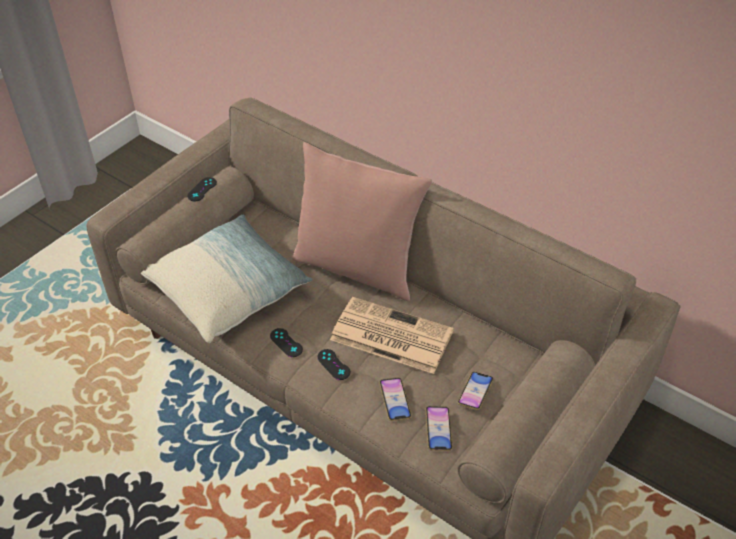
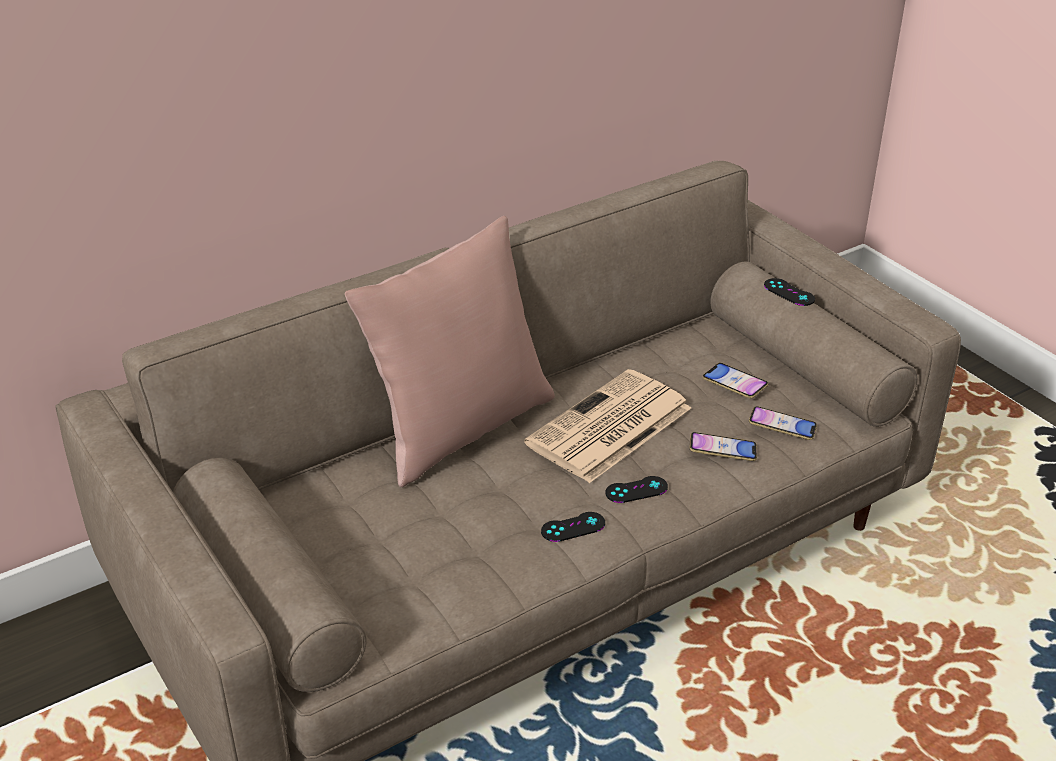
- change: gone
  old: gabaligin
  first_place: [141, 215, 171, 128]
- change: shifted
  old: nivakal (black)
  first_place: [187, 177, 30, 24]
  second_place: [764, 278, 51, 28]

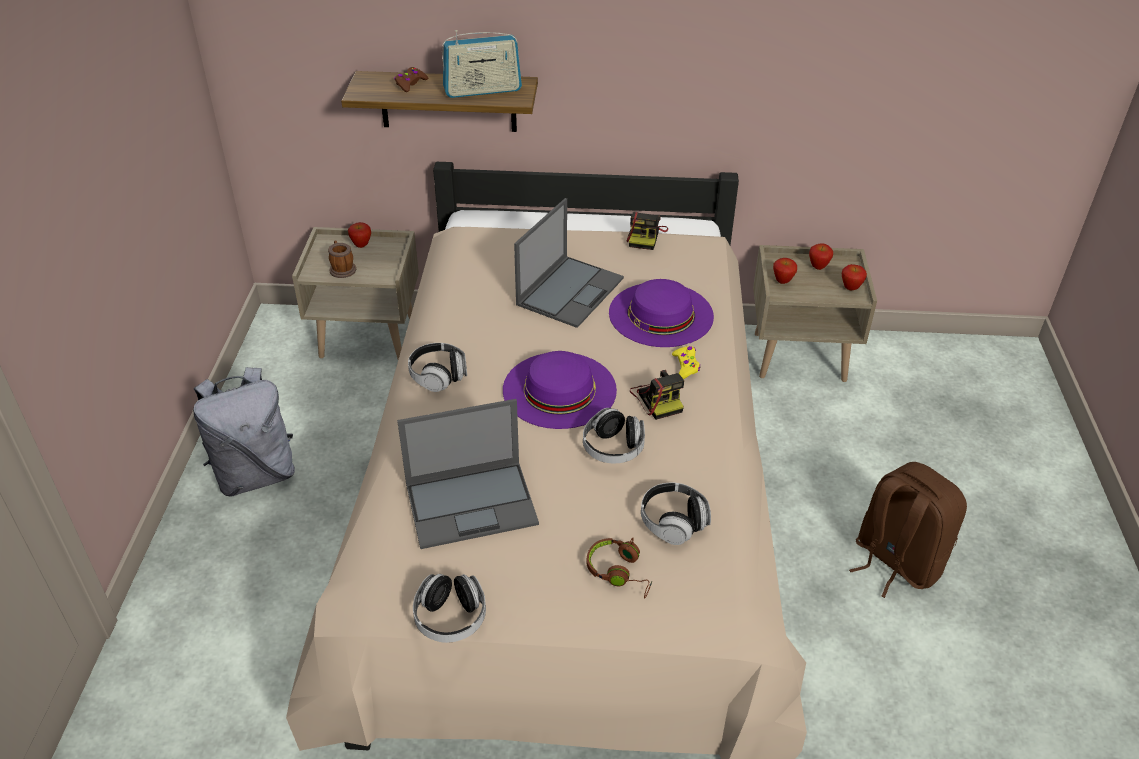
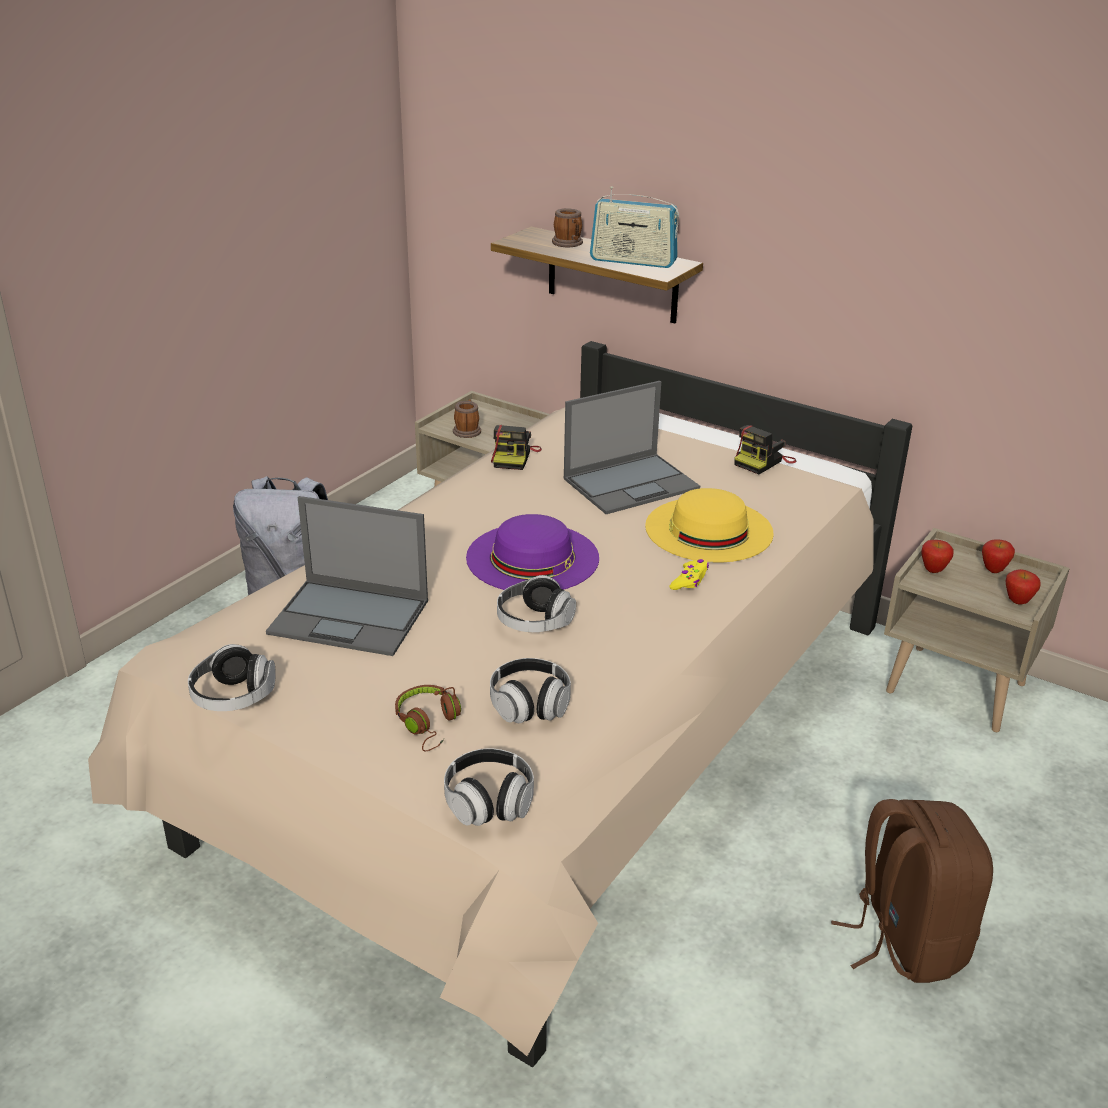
- change: gone
  old: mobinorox
  first_place: [348, 222, 23, 26]
- change: shifted
  old: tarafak
  first_place: [408, 343, 59, 49]
  second_place: [444, 748, 90, 78]
- change: shifted
  old: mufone
  first_place: [630, 370, 54, 50]
  second_place: [491, 425, 51, 45]
- change: swapped
  old: nivakal (brown)
  new: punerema
  first_place: [394, 67, 34, 25]
  second_place: [552, 208, 31, 39]
- change: repainted
  old: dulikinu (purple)
  new: dulikinu (yellow)
  first_place: [609, 279, 105, 68]
  second_place: [645, 488, 129, 75]

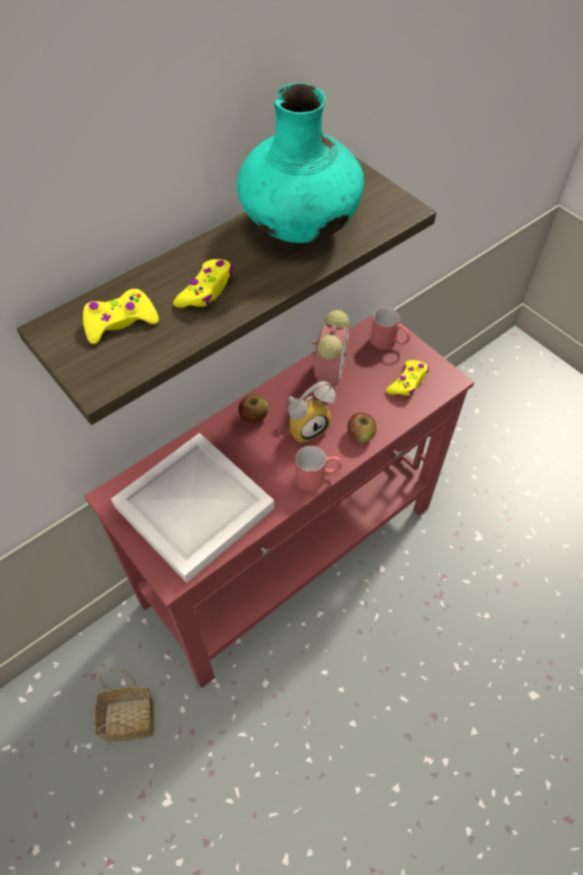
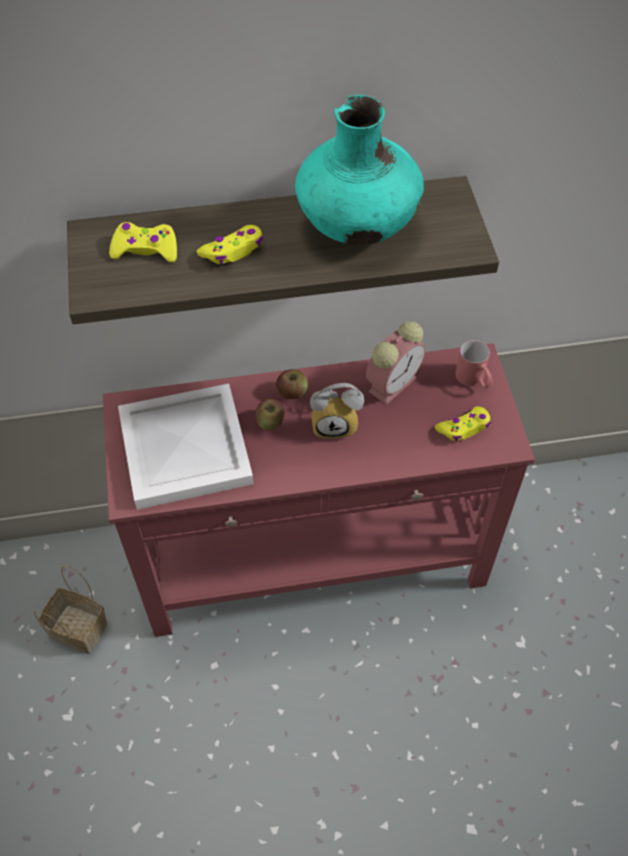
- change: gone
  old: punerema (red)
  first_place: [295, 446, 47, 45]
- change: shifted
  old: mobinorox
  first_place: [347, 413, 29, 30]
  second_place: [256, 398, 29, 32]

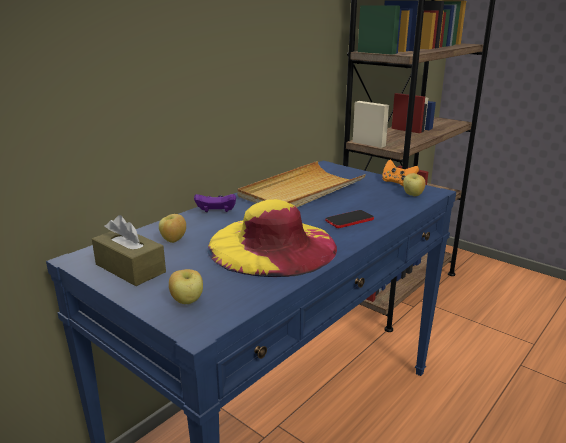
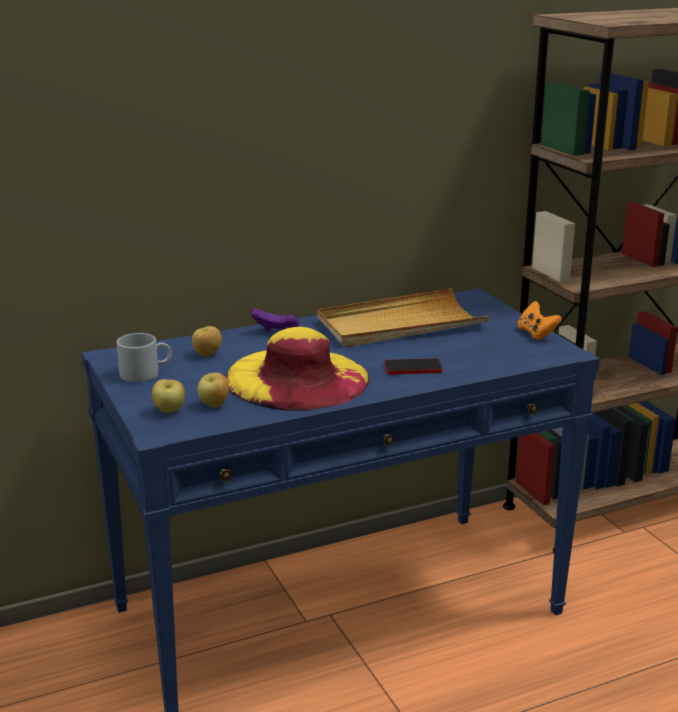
- change: shifted
  old: mobinorox
  first_place: [403, 173, 23, 23]
  second_place: [197, 373, 32, 35]
- change: swapped
  old: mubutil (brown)
  new: punerema (grey)
  first_place: [92, 215, 74, 71]
  second_place: [117, 333, 55, 49]

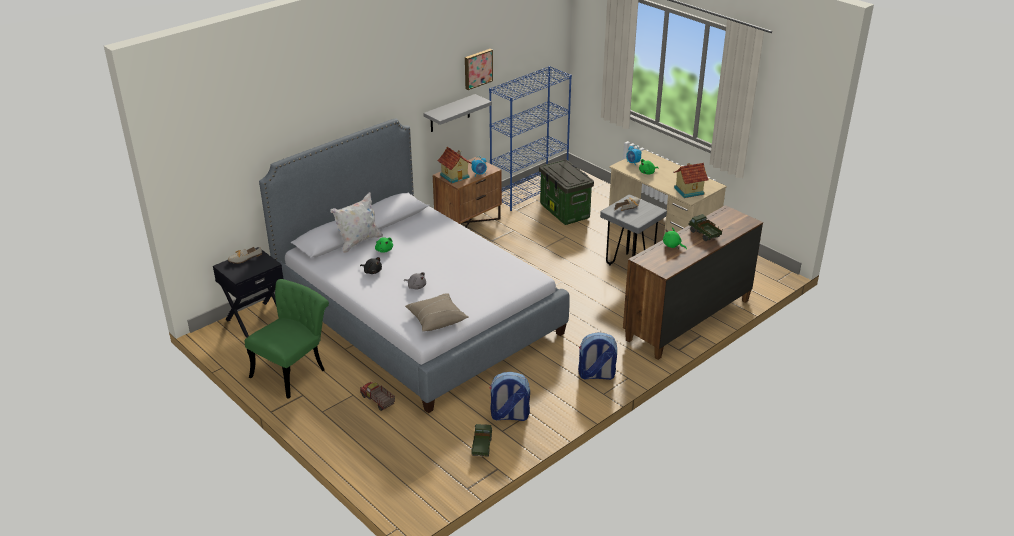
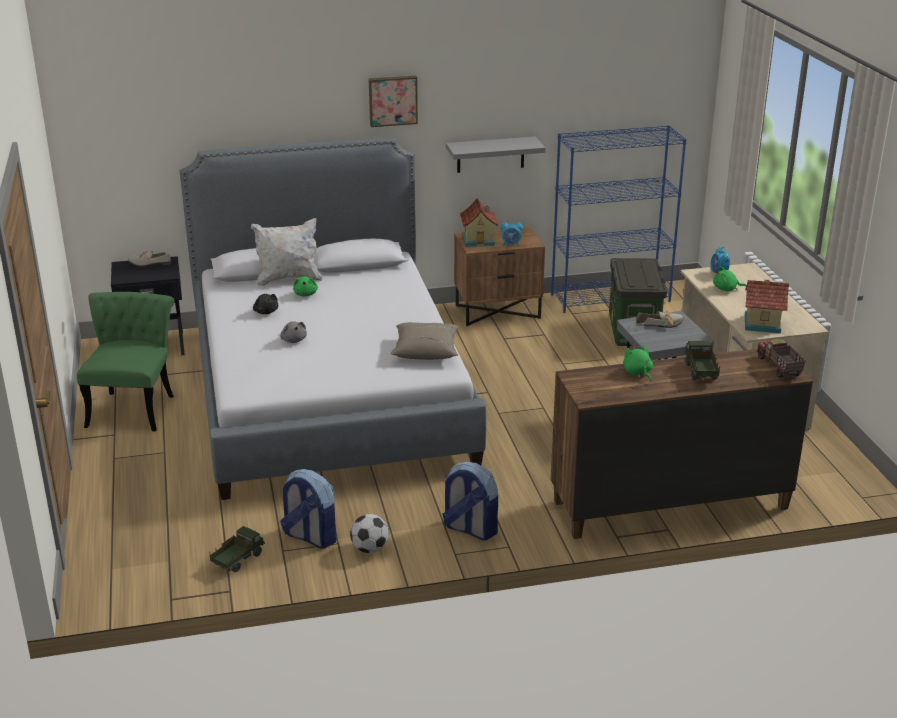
- change: new
  new: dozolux
  second_place: [350, 514, 39, 39]
- change: shifted
  old: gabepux
  first_place: [360, 382, 35, 29]
  second_place: [757, 339, 49, 39]
- change: shifted
  old: gabaligin (beige)
  first_place: [405, 293, 63, 38]
  second_place: [390, 322, 69, 38]
- change: shifted
  old: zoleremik
  first_place: [465, 49, 28, 41]
  second_place: [369, 76, 49, 51]
- change: rotated
  old: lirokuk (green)
  first_place: [245, 279, 84, 120]
  second_place: [77, 292, 98, 140]
  degrees: -60

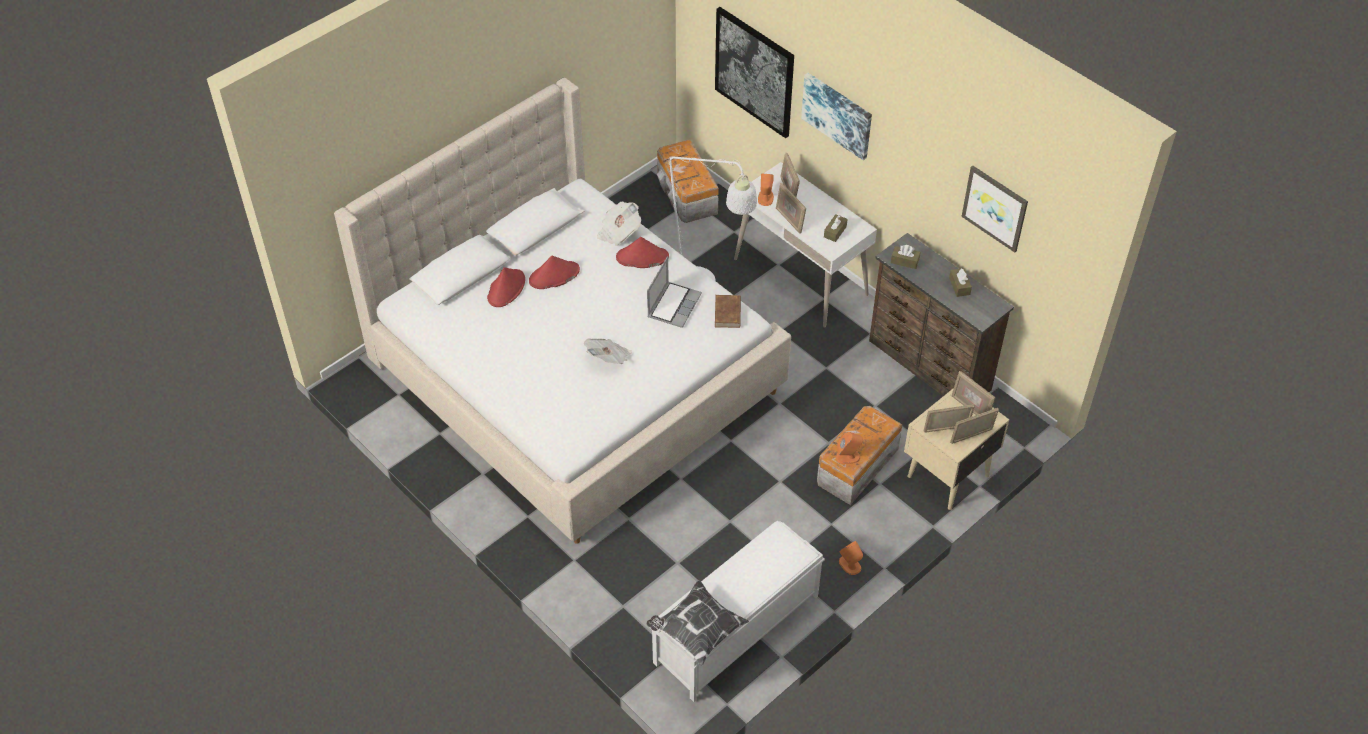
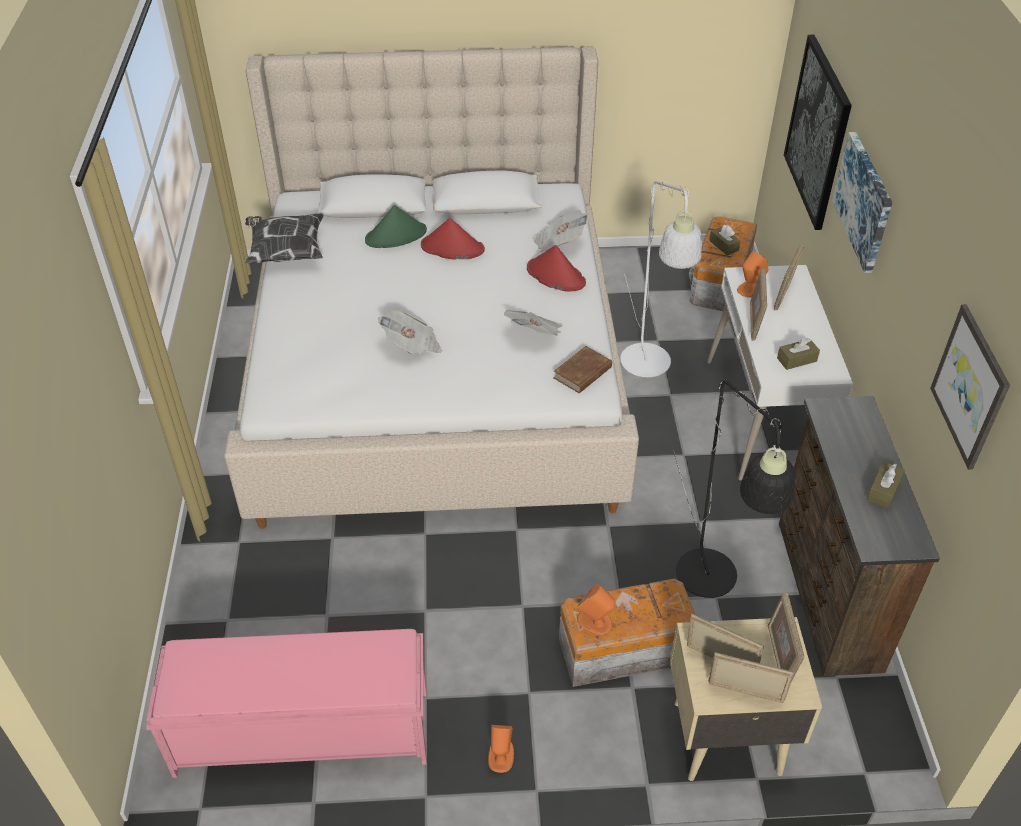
- change: new
  new: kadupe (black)
  second_place: [673, 379, 122, 219]
- change: shifted
  old: gabaligin
  first_place: [647, 580, 102, 86]
  second_place: [245, 214, 79, 50]
- change: shifted
  old: mubutil (brown)
  first_place: [891, 245, 30, 24]
  second_place: [709, 225, 31, 30]
- change: swapped
  old: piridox
  new: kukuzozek
  first_place: [647, 256, 55, 72]
  second_place: [504, 310, 59, 26]
- change: repainted
  old: dulikinu (red)
  new: dulikinu (green)
  first_place: [487, 267, 38, 40]
  second_place: [365, 205, 62, 43]
- change: repainted
  old: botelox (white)
  new: botelox (pink)
  first_place: [650, 521, 175, 181]
  second_place: [146, 629, 281, 149]

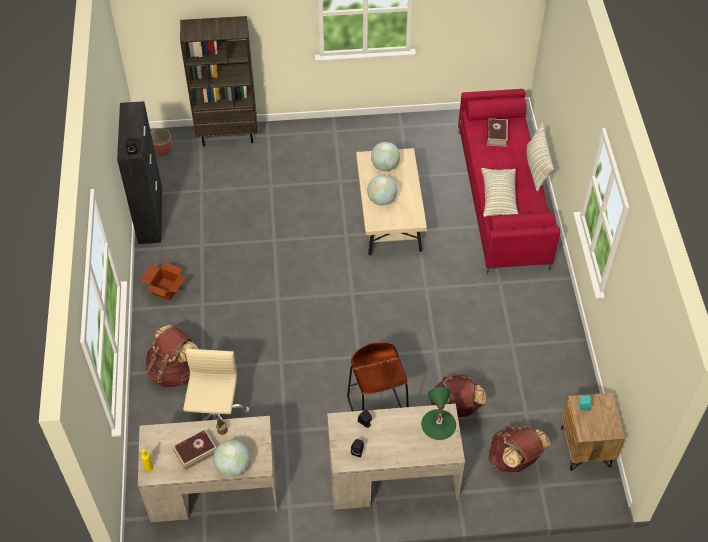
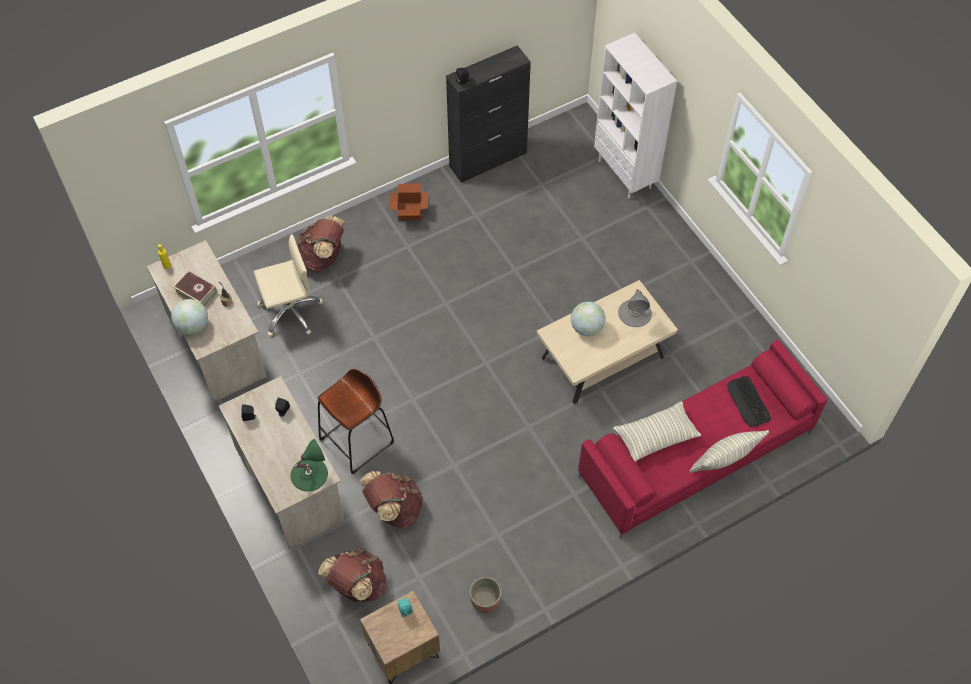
- change: shifted
  old: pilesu
  first_place: [151, 128, 21, 29]
  second_place: [470, 577, 31, 37]
- change: swapped
  old: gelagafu
  new: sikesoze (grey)
  first_place: [371, 142, 29, 29]
  second_place: [618, 290, 34, 37]
- change: swapped
  old: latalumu
  new: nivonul
  first_place: [487, 118, 21, 29]
  second_place: [727, 376, 44, 51]
- change: repainted
  old: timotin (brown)
  new: timotin (white)
  first_place: [180, 16, 78, 130]
  second_place: [594, 33, 83, 166]

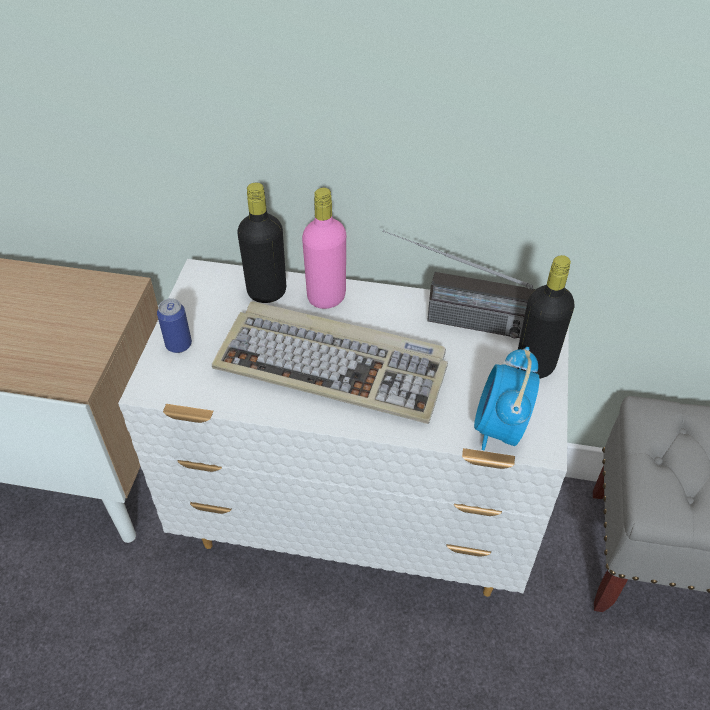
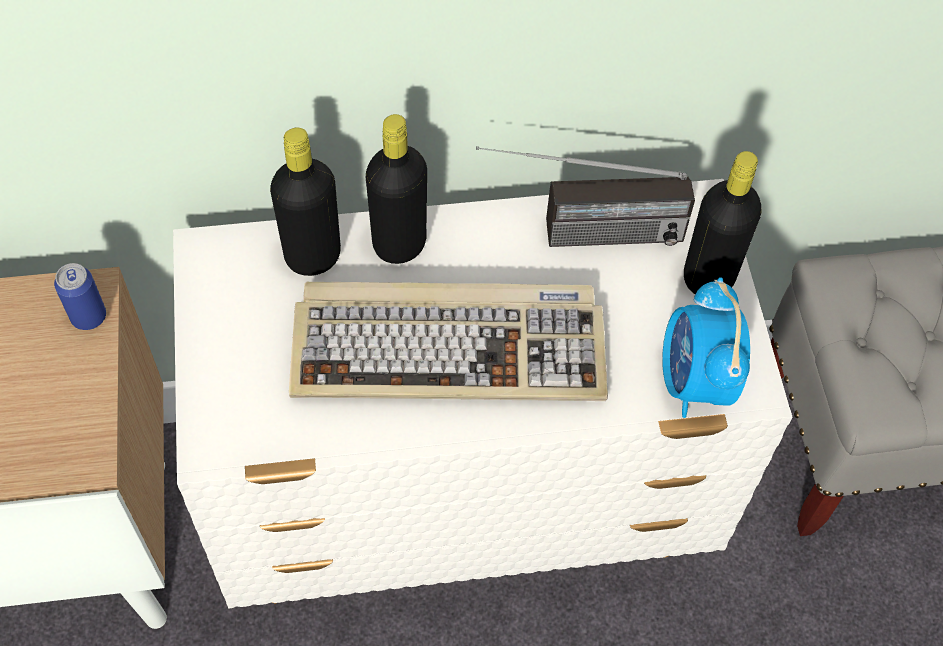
- change: shifted
  old: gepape
  first_place: [157, 298, 35, 55]
  second_place: [54, 263, 52, 67]
- change: repainted
  old: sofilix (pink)
  new: sofilix (black)
  first_place: [302, 188, 44, 121]
  second_place: [366, 114, 61, 150]

